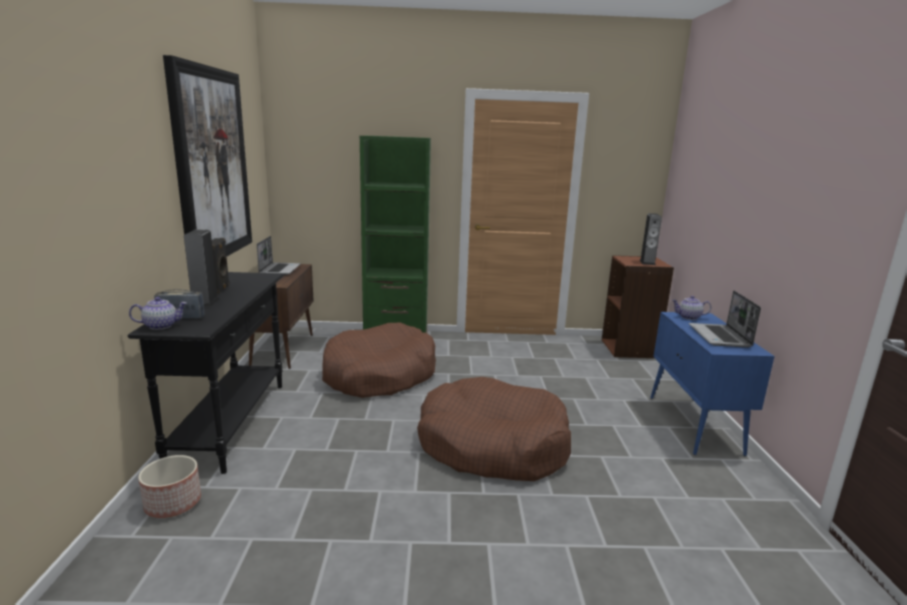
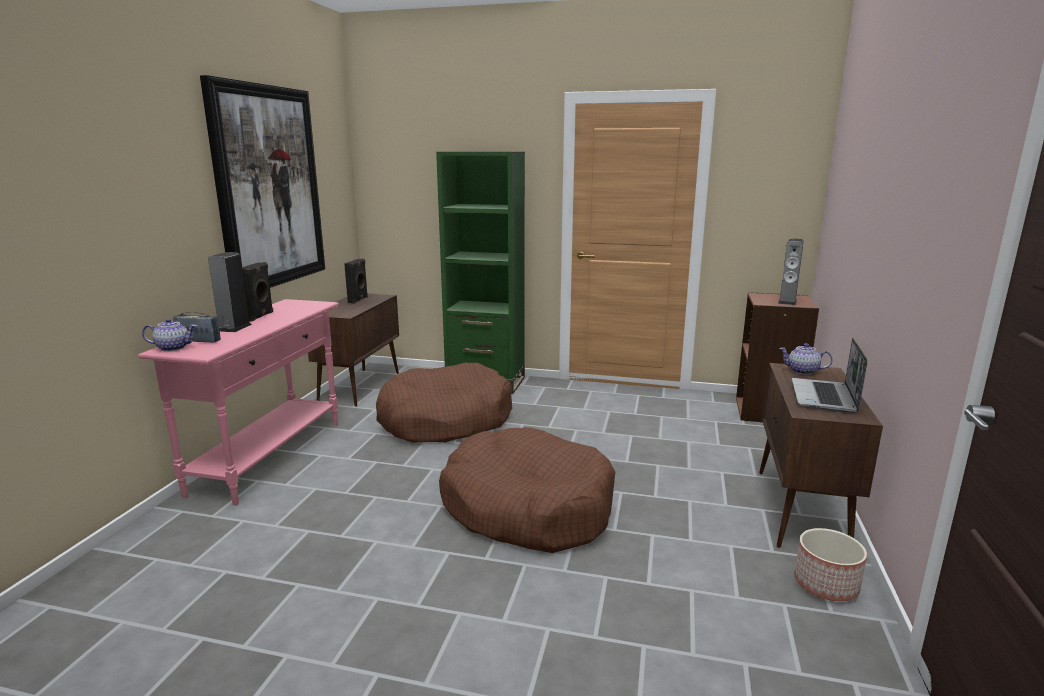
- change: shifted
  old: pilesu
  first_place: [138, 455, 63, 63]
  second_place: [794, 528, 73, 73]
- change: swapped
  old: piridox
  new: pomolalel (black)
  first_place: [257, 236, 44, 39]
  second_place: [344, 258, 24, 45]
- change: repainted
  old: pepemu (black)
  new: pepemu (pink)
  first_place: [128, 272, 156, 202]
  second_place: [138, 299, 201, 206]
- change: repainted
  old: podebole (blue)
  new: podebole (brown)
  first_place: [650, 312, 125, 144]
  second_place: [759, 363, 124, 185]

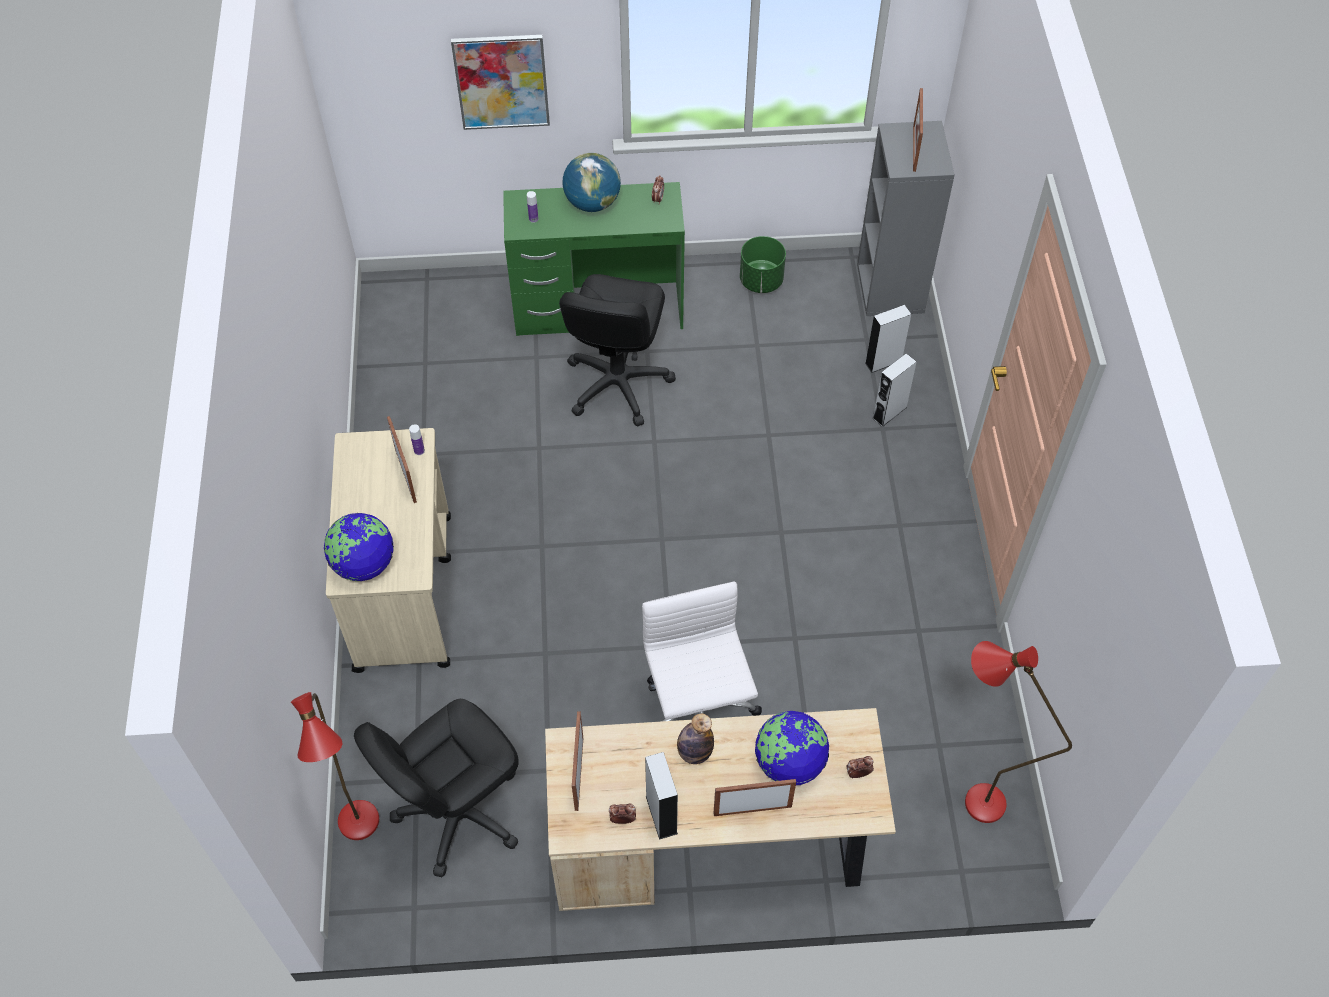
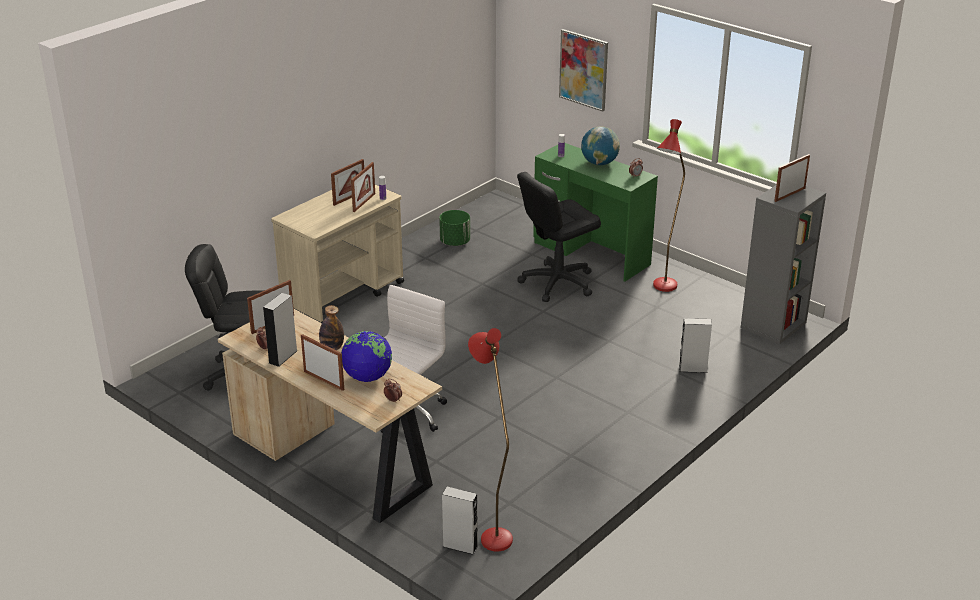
- change: gone
  old: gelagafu
  first_place: [324, 512, 70, 69]
- change: new
  new: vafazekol
  second_place: [331, 159, 33, 47]
- change: shifted
  old: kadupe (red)
  first_place: [291, 692, 88, 148]
  second_place: [653, 119, 32, 173]
- change: shifted
  old: pilesu (green)
  first_place: [740, 236, 46, 57]
  second_place: [439, 210, 31, 36]
- change: shifted
  old: pomolalel (grey)
  first_place: [865, 305, 46, 68]
  second_place: [442, 487, 36, 68]

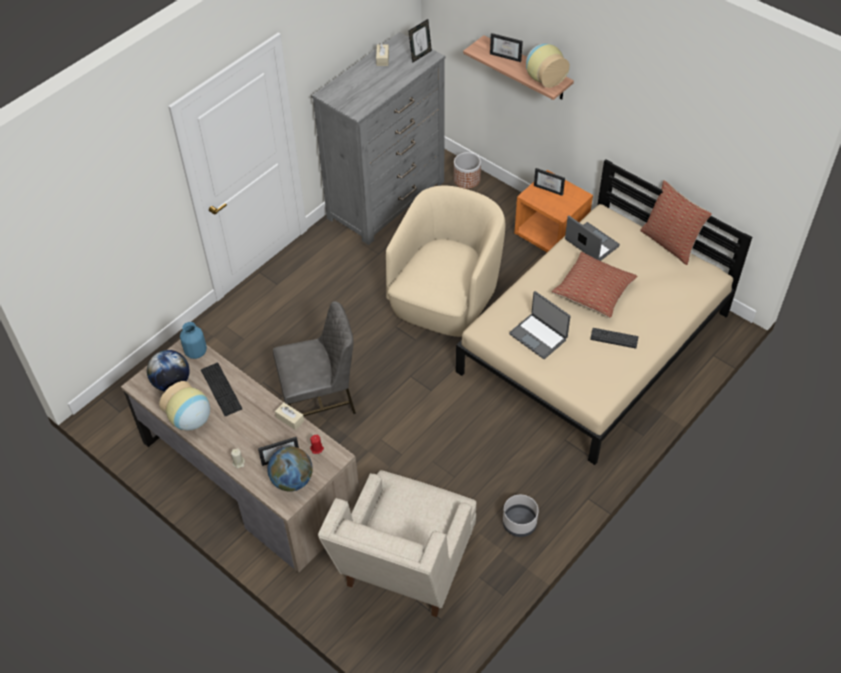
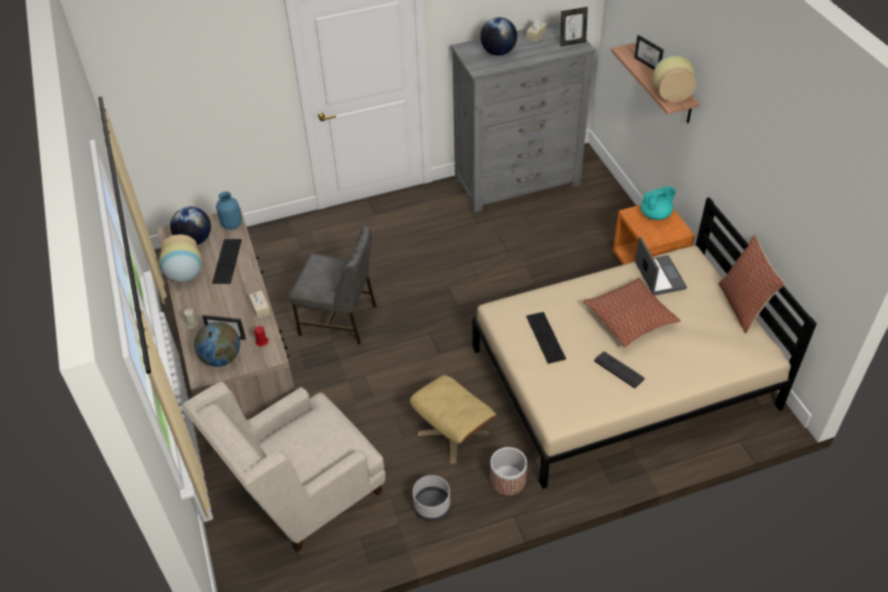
- change: gone
  old: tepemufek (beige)
  first_place: [386, 186, 119, 151]
- change: new
  new: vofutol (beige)
  second_place: [410, 375, 87, 89]
- change: new
  new: gelagafu
  second_place: [480, 17, 37, 39]
- change: shifted
  old: pilesu
  first_place: [454, 152, 27, 37]
  second_place: [490, 447, 37, 49]
- change: swapped
  old: piridox
  new: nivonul
  first_place: [509, 291, 61, 68]
  second_place: [526, 312, 40, 52]
- change: swapped
  old: vafazekol
  new: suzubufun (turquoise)
  first_place: [534, 168, 31, 28]
  second_place: [641, 186, 35, 34]

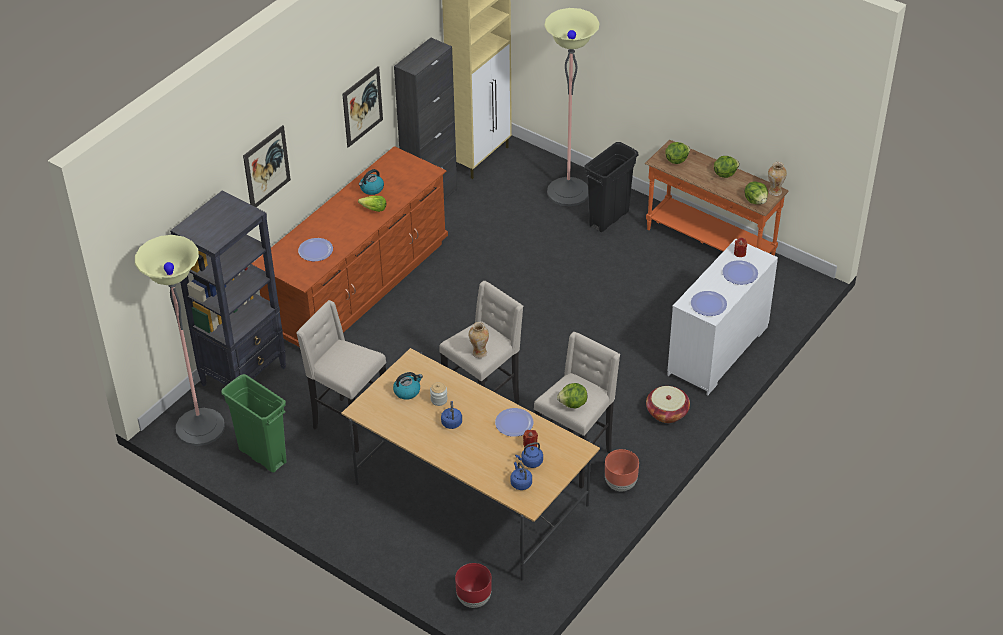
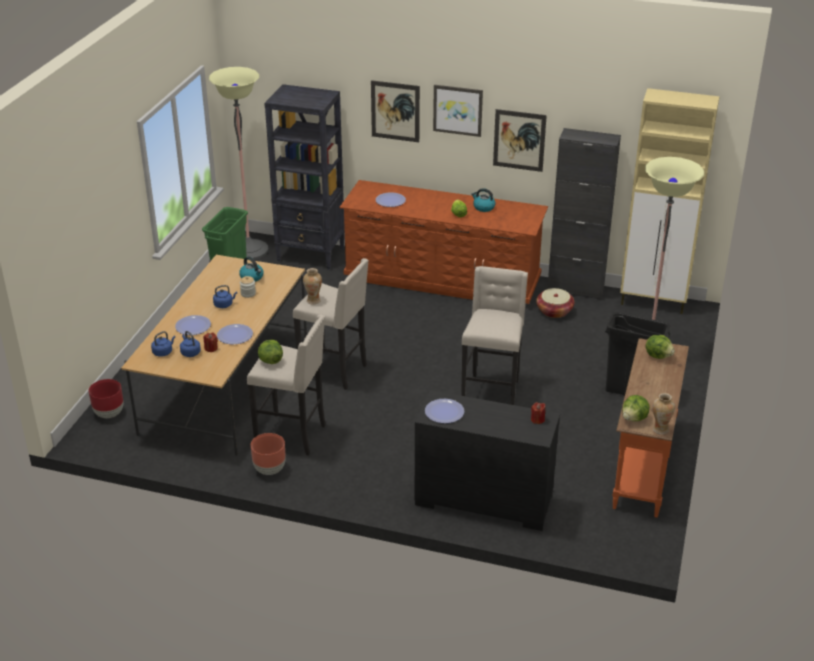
- change: gone
  old: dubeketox
  first_place: [714, 156, 26, 22]
- change: new
  new: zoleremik
  second_place: [433, 85, 50, 52]
- change: shifted
  old: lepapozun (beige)
  first_place: [296, 300, 90, 152]
  second_place: [461, 266, 67, 139]
- change: shifted
  old: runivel
  first_place: [646, 386, 44, 37]
  second_place: [536, 288, 38, 30]
- change: shifted
  old: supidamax
  first_place: [722, 260, 36, 25]
  second_place: [175, 315, 36, 20]
- change: repainted
  old: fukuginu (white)
  new: fukuginu (black)
  first_place: [667, 239, 111, 157]
  second_place: [415, 390, 145, 141]

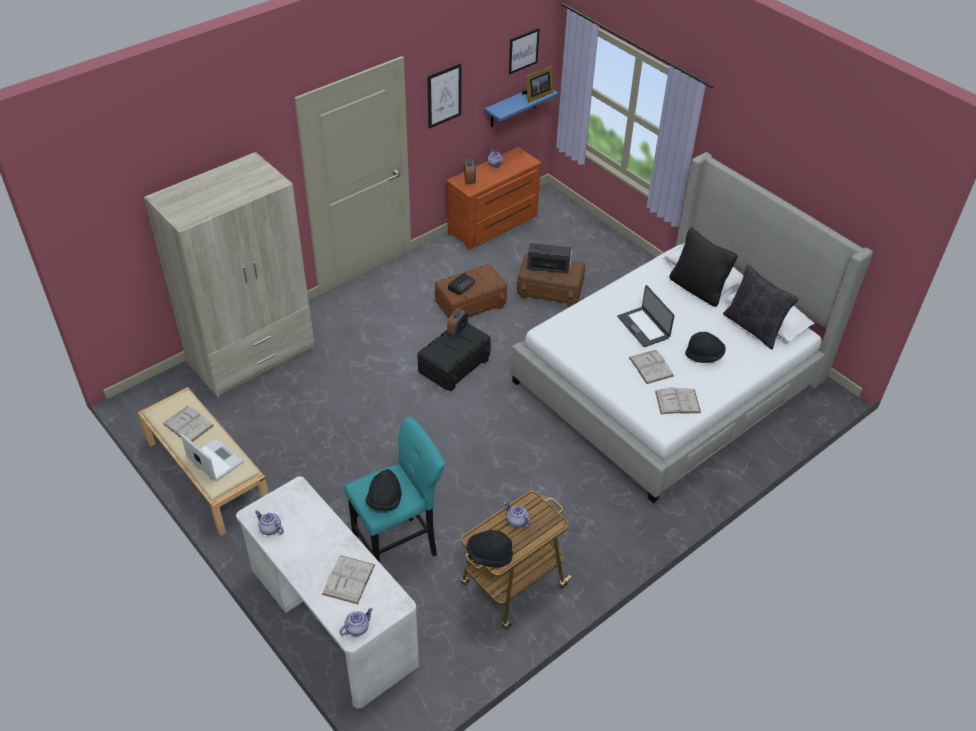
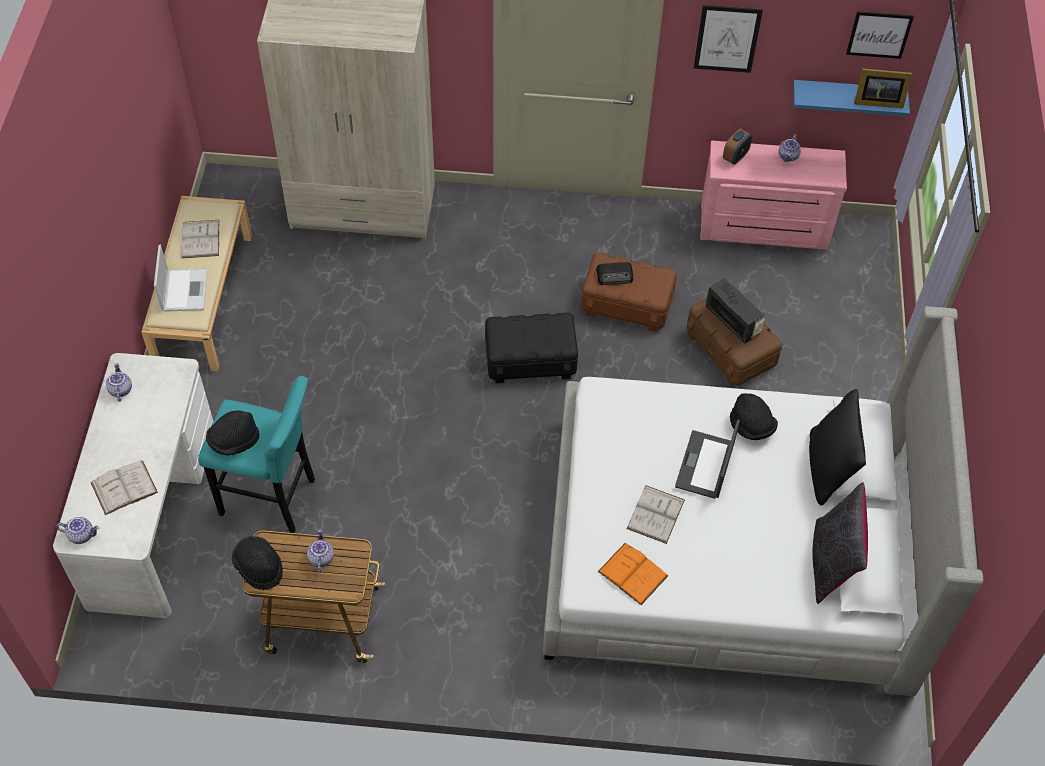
- change: gone
  old: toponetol
  first_place: [447, 308, 21, 29]
- change: shifted
  old: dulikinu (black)
  first_place: [685, 332, 41, 31]
  second_place: [730, 393, 48, 47]
- change: repainted
  old: fukuginu (brown)
  new: fukuginu (pink)
  first_place: [447, 147, 95, 103]
  second_place: [700, 141, 147, 109]
- change: repainted
  old: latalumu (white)
  new: latalumu (orange)
  first_place: [655, 387, 46, 27]
  second_place: [598, 543, 70, 62]

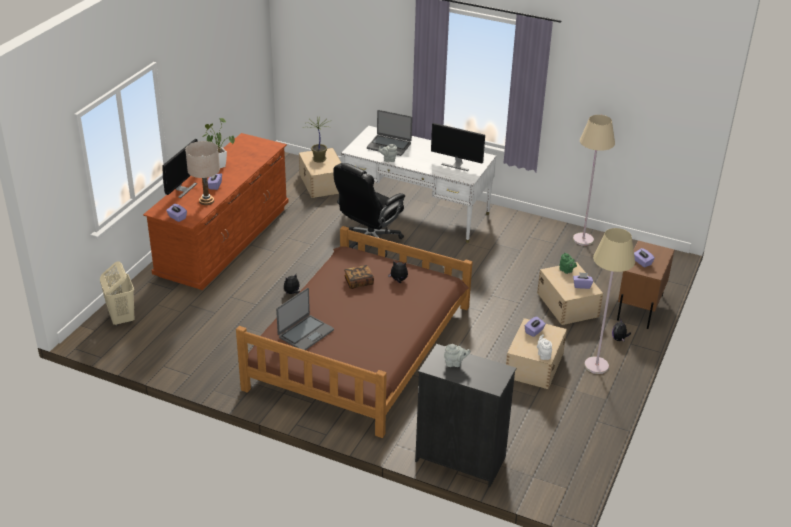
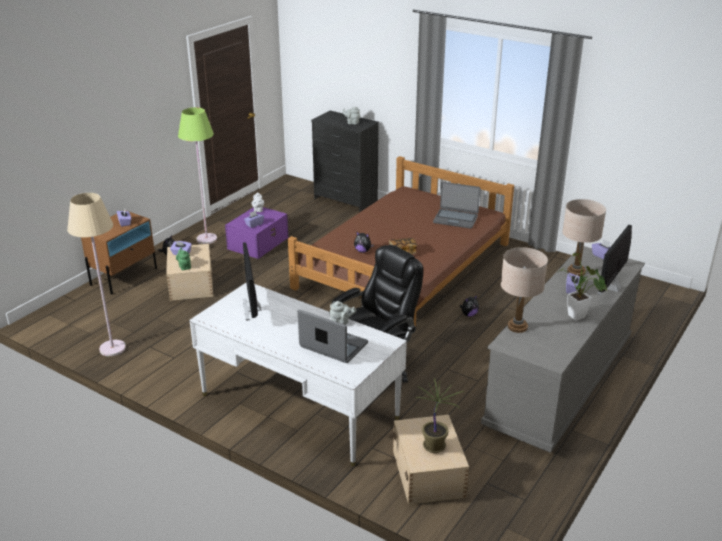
- change: gone
  old: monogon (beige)
  first_place: [100, 261, 35, 65]
- change: new
  new: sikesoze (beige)
  second_place: [501, 247, 47, 86]
- change: repainted
  old: fukuginu (brown)
  new: fukuginu (grey)
  first_place: [143, 133, 146, 157]
  second_place: [481, 246, 164, 207]
- change: repainted
  old: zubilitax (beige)
  new: zubilitax (purple)
  first_place: [506, 318, 61, 71]
  second_place: [225, 207, 63, 52]
- change: repainted
  old: kadupe (beige)
  new: kadupe (green)
  first_place: [584, 228, 51, 146]
  second_place: [178, 107, 39, 137]
- change: rotated
  old: piridox
  first_place: [276, 288, 58, 62]
  second_place: [433, 182, 47, 47]
  degrees: -120
- change: rotated
  old: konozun
  first_place: [431, 123, 54, 48]
  second_place: [243, 242, 19, 79]
  degrees: -135

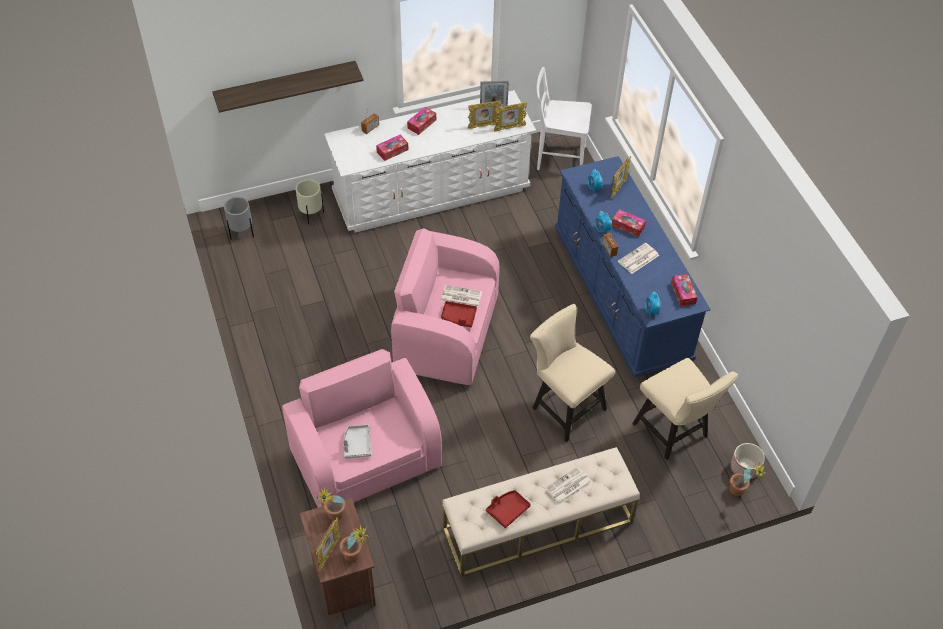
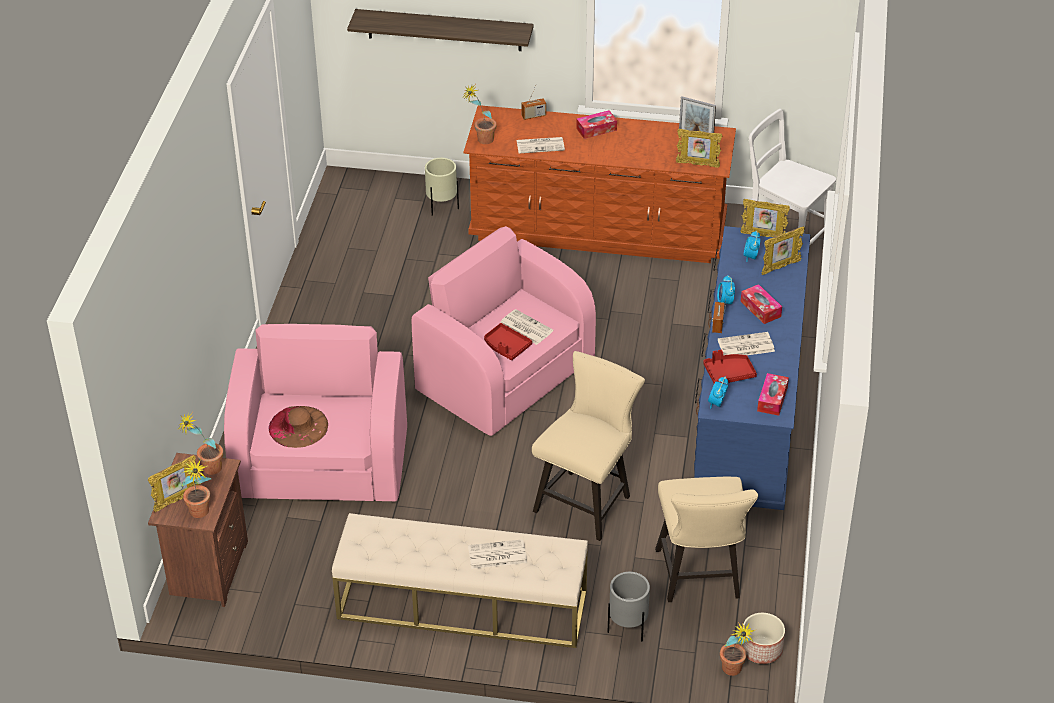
- change: new
  new: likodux
  second_place: [462, 85, 35, 59]
- change: shifted
  old: pilesu (grey)
  first_place: [224, 197, 30, 43]
  second_place: [608, 572, 42, 69]
- change: shifted
  old: vafazekol
  first_place: [468, 101, 33, 28]
  second_place: [740, 199, 50, 38]
- change: shifted
  old: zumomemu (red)
  first_place: [486, 490, 45, 38]
  second_place: [703, 350, 54, 34]
- change: swapped
  old: zumomemu (grey)
  new: dulikinu (brown)
  first_place: [343, 425, 28, 34]
  second_place: [269, 406, 59, 42]
- change: swapped
  old: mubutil
  new: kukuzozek
  first_place: [376, 135, 33, 26]
  second_place: [516, 137, 49, 16]
- change: repainted
  old: fukuginu (white)
  new: fukuginu (brown)
  first_place: [324, 90, 212, 143]
  second_place: [463, 105, 273, 158]
- change: rotated
  old: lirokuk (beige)
  first_place: [530, 304, 85, 138]
  second_place: [532, 351, 113, 190]
  degrees: 45

